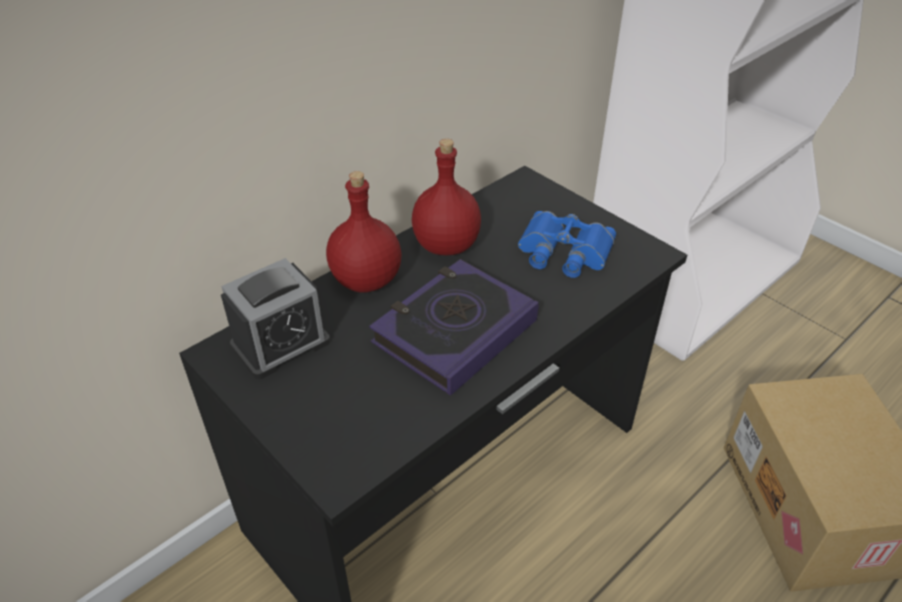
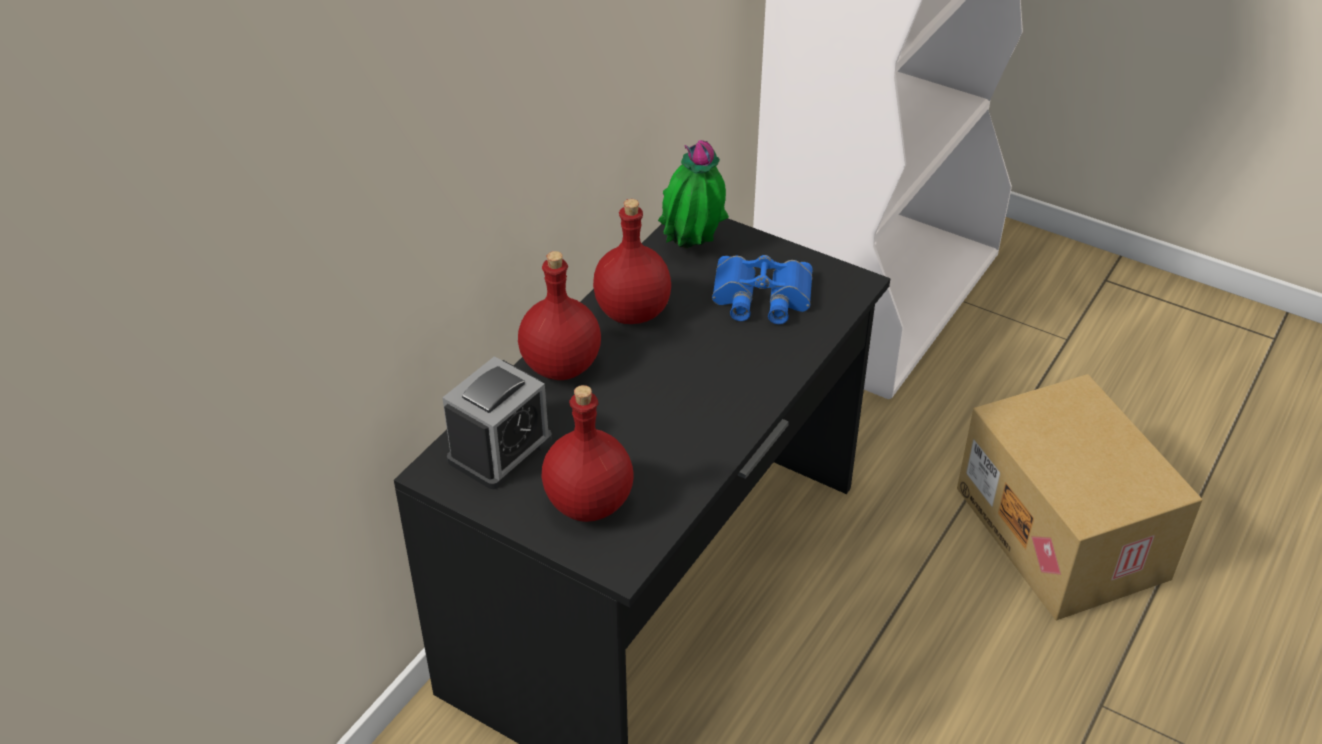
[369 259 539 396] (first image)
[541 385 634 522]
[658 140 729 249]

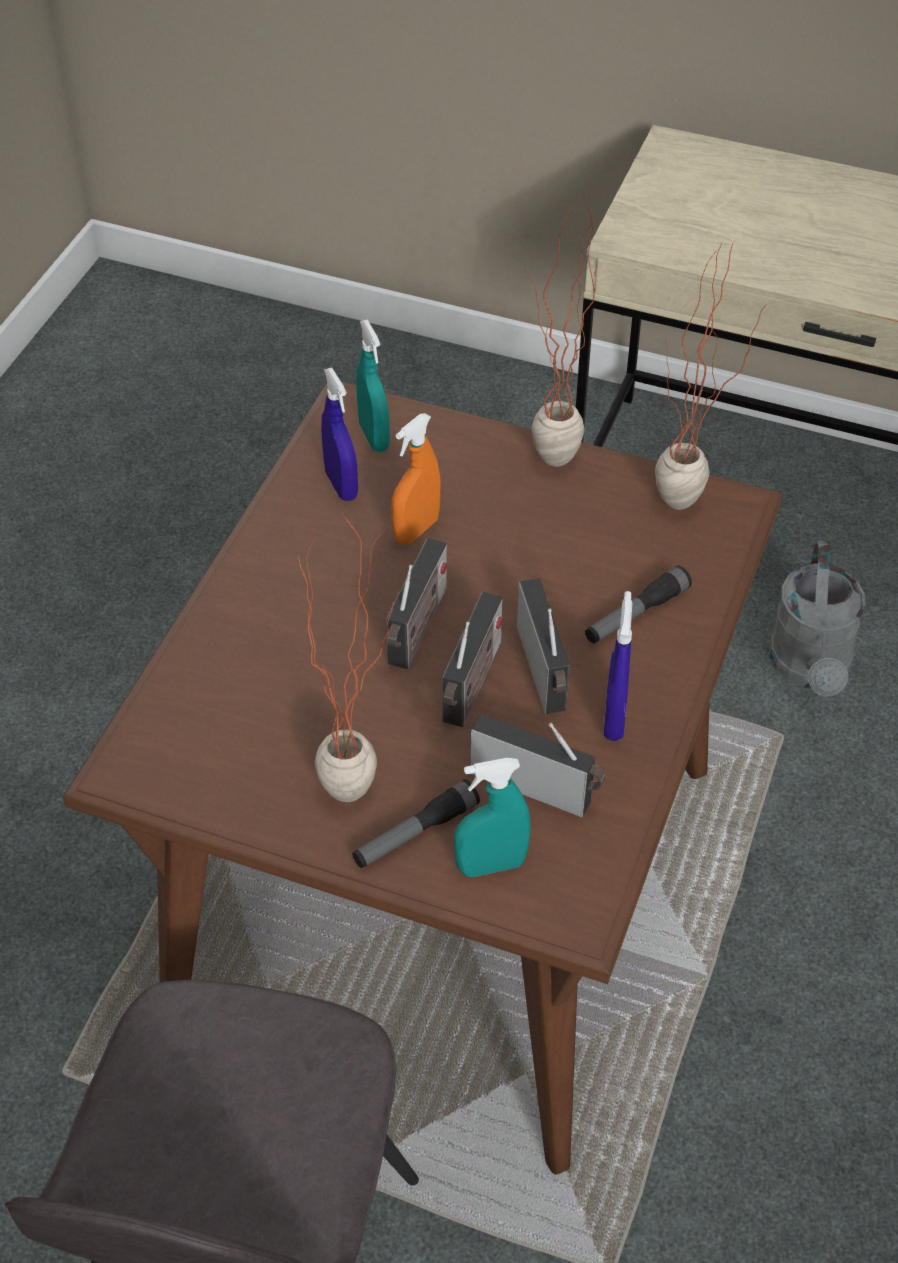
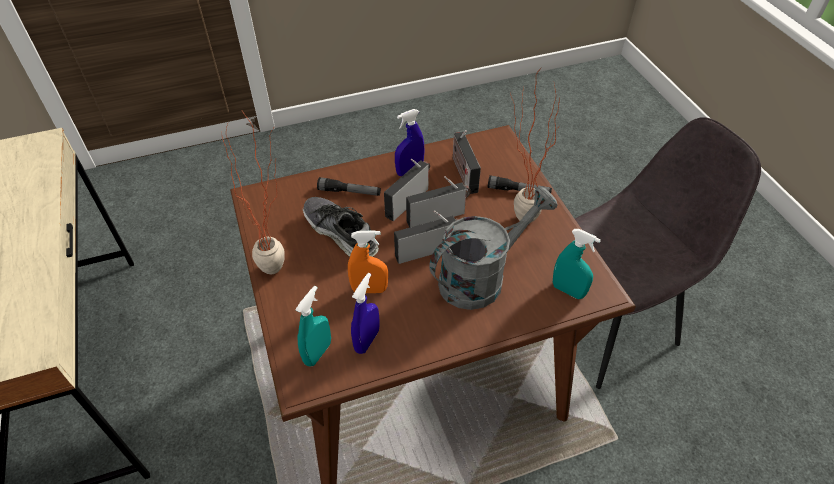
[553 229 601 299]
[655 241 766 510] (first image)
[429 187 557 310]
[303 197 379 257]

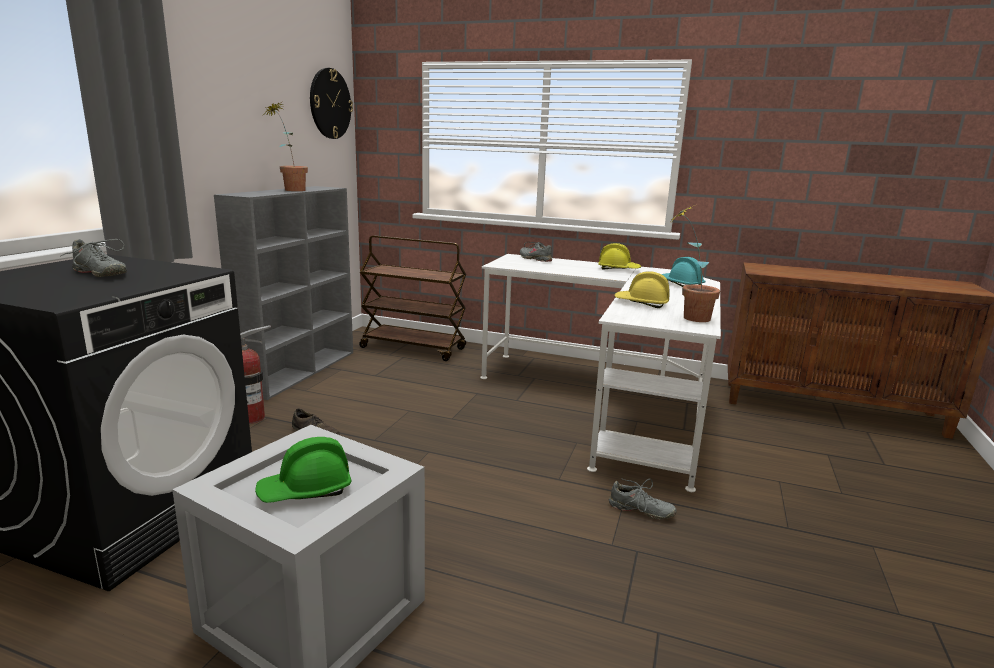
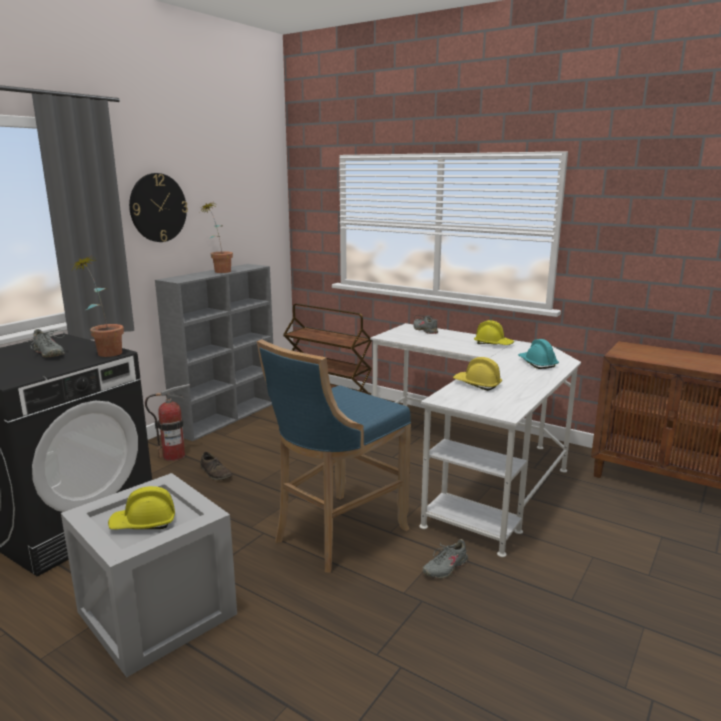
[108 486 175 529]
[129 173 188 242]
[422 539 469 578]
[70 256 124 357]
[257 339 411 573]

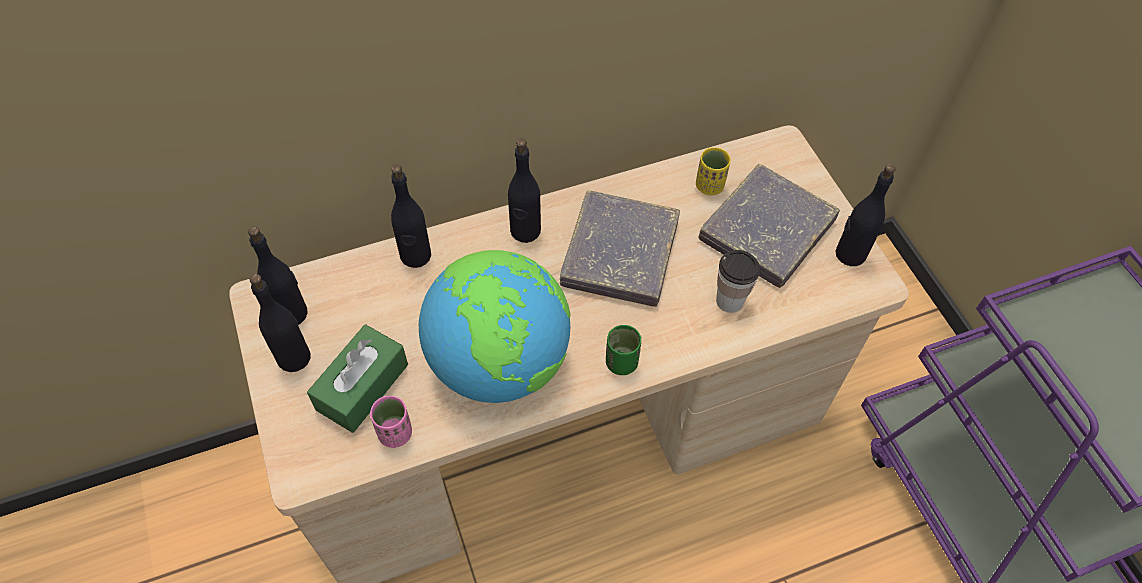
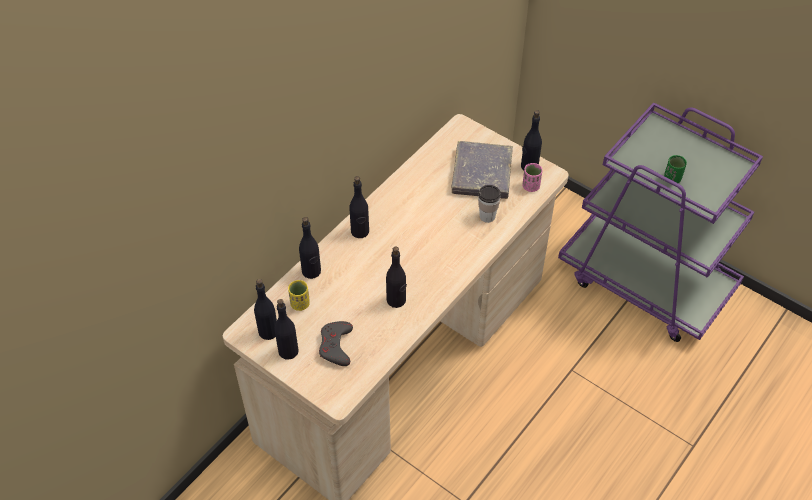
[319 321 353 366]
[523 163 542 192]
[386 246 407 308]
[560 190 680 307] (first image)
[664 155 687 183]
[288 280 310 311]

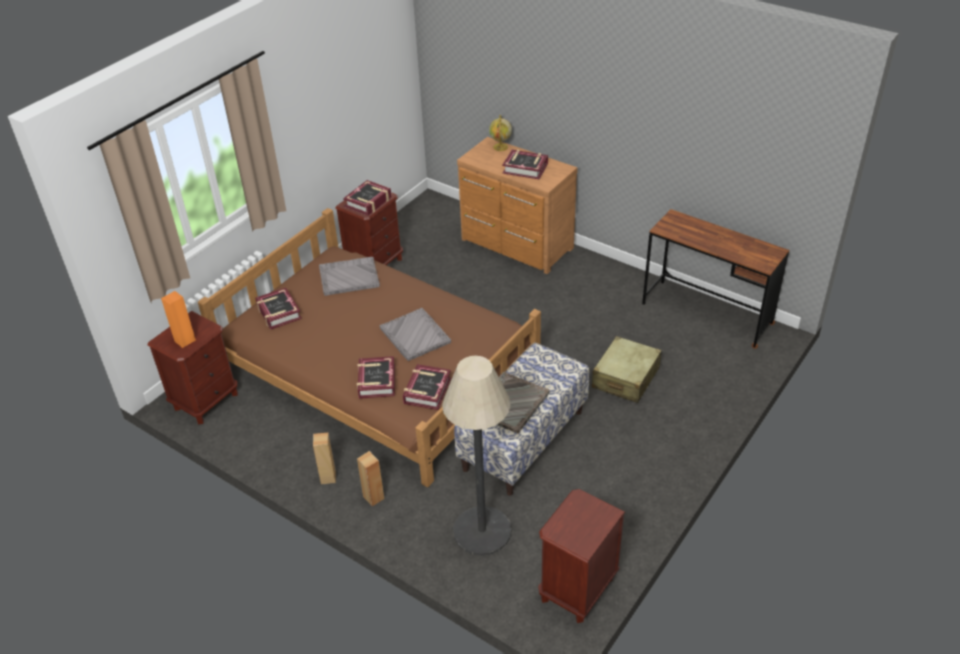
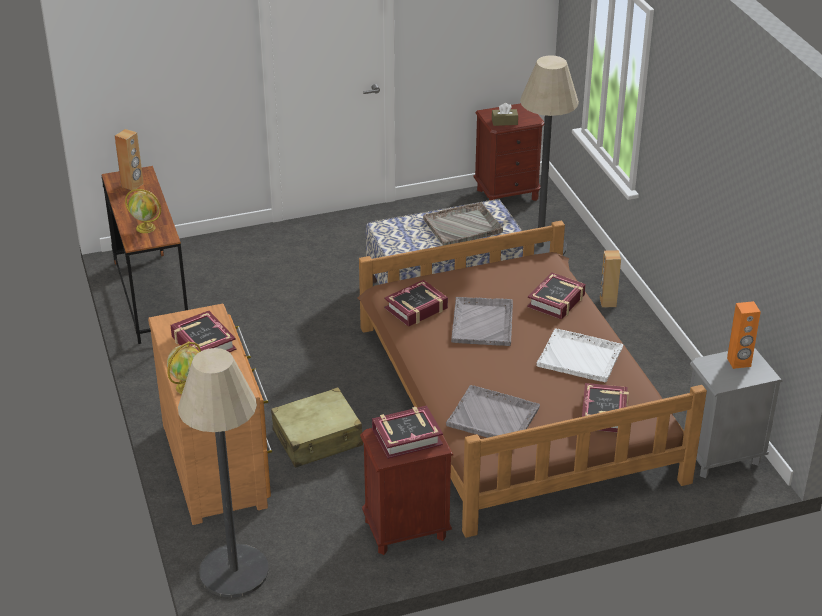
[684 348 783 478]
[115 129 144 190]
[384 280 448 327]
[271 387 363 468]
[125 189 161 233]
[178 348 269 598]
[492 103 518 126]
[536 328 623 382]

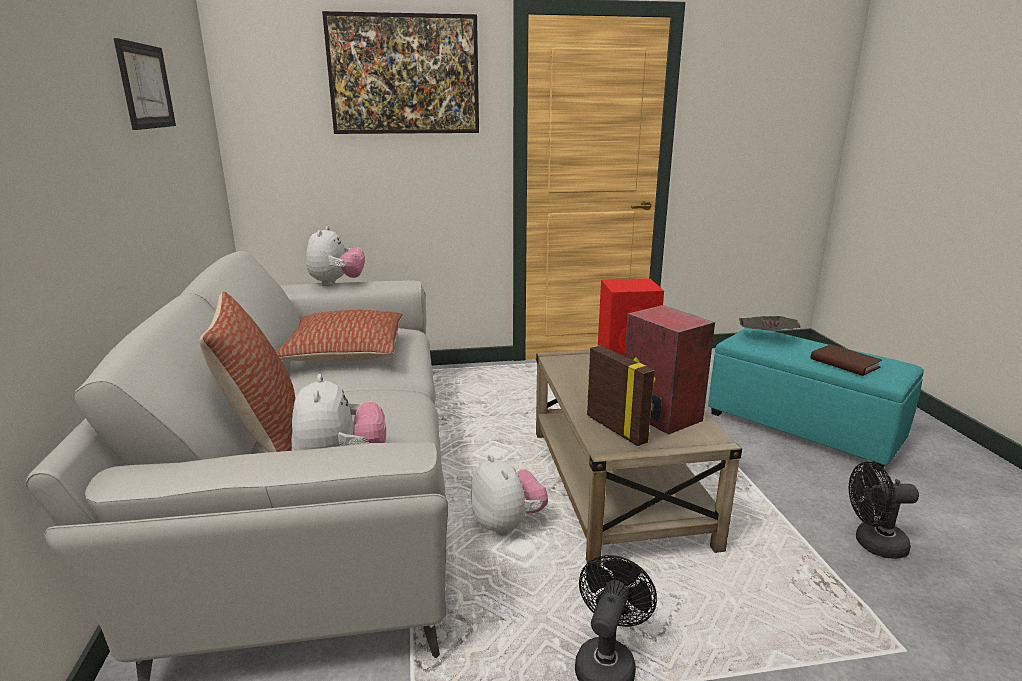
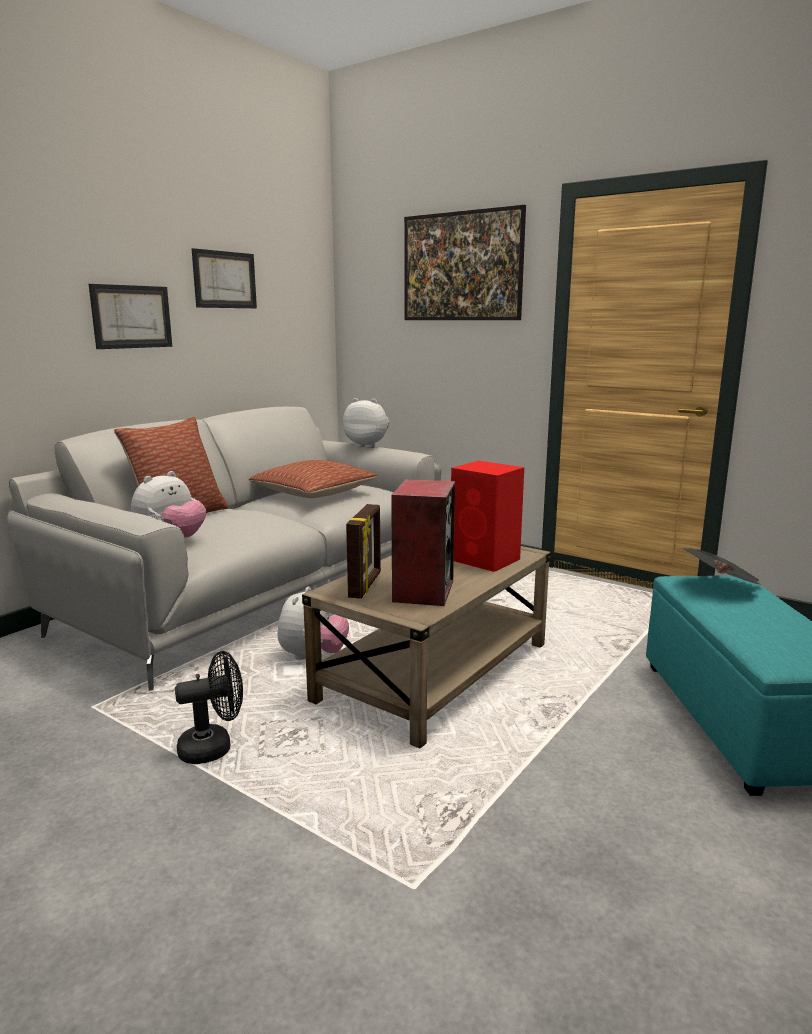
[343 398 390 448]
[811 344 882 376] (first image)
[849 462 919 559] (first image)
[89 284 172 349]

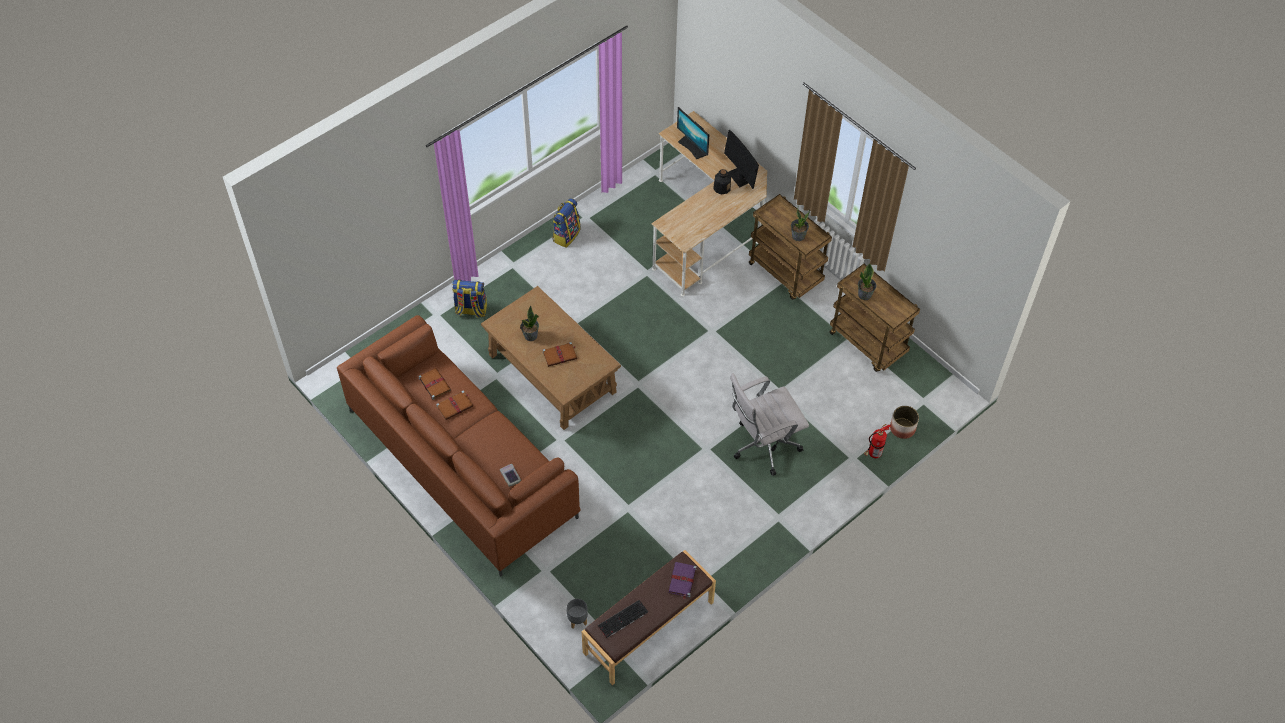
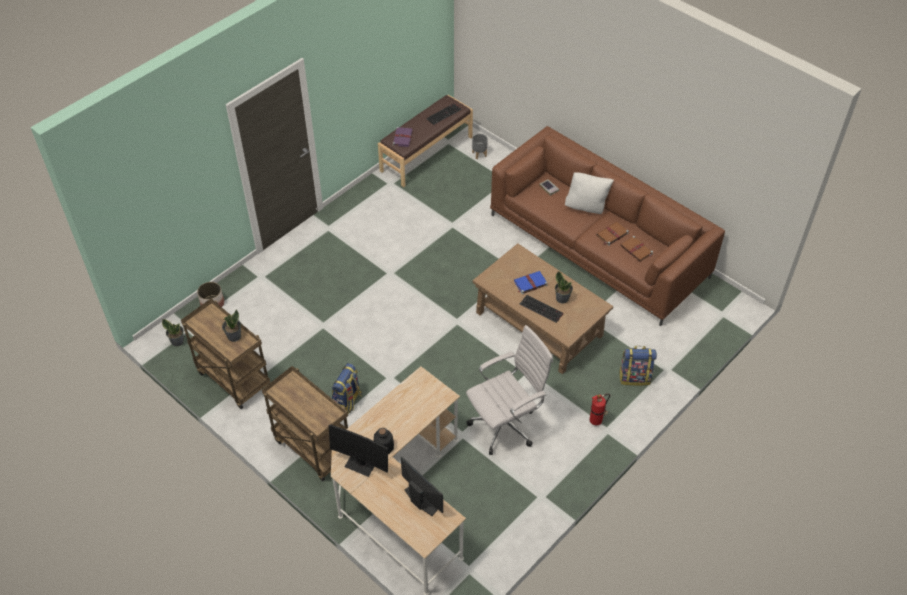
[514 271 548 294]
[332 363 362 414]
[329 424 388 477]
[466 325 553 455]
[162 319 184 347]
[589 394 610 426]
[520 295 564 323]
[565 172 614 214]

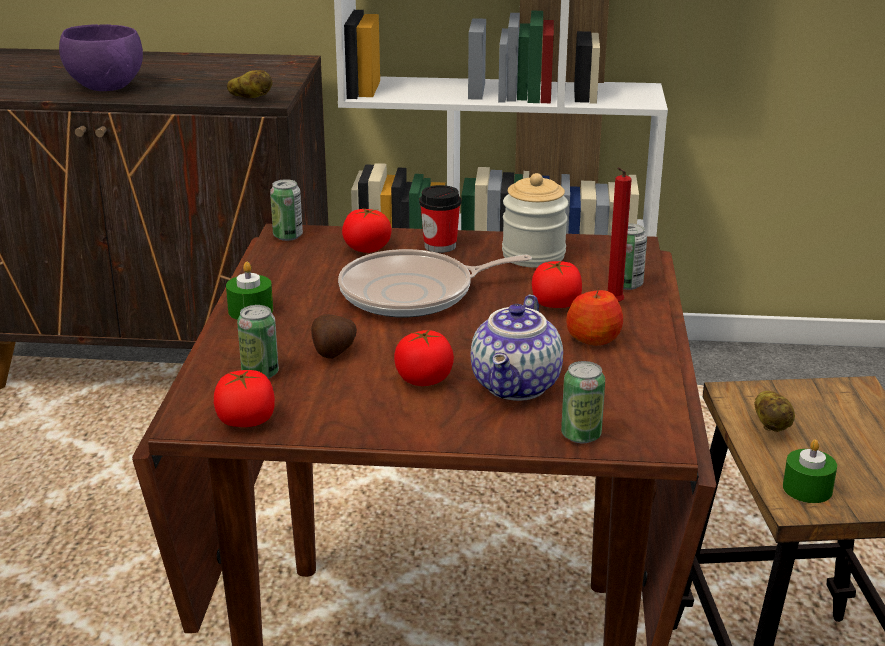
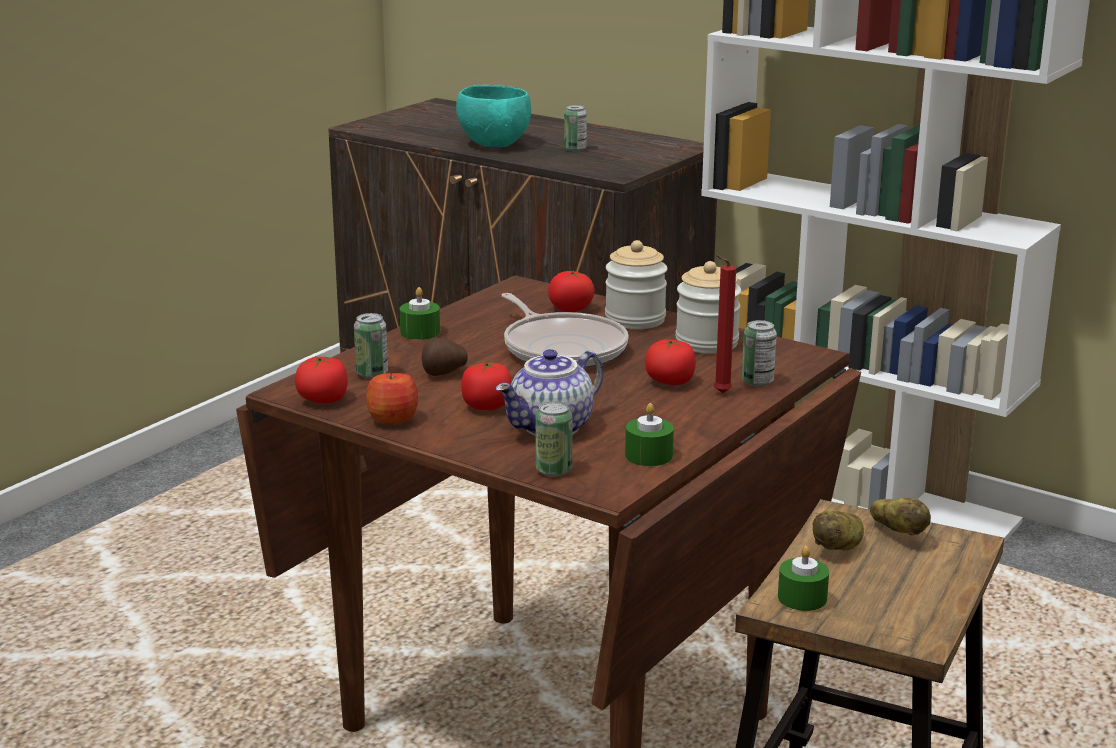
[456 85 531 147]
[870 498 931 535]
[564 105 587 152]
[502 293 629 368]
[605 240 667 329]
[366 369 418 425]
[625 403 674 466]

